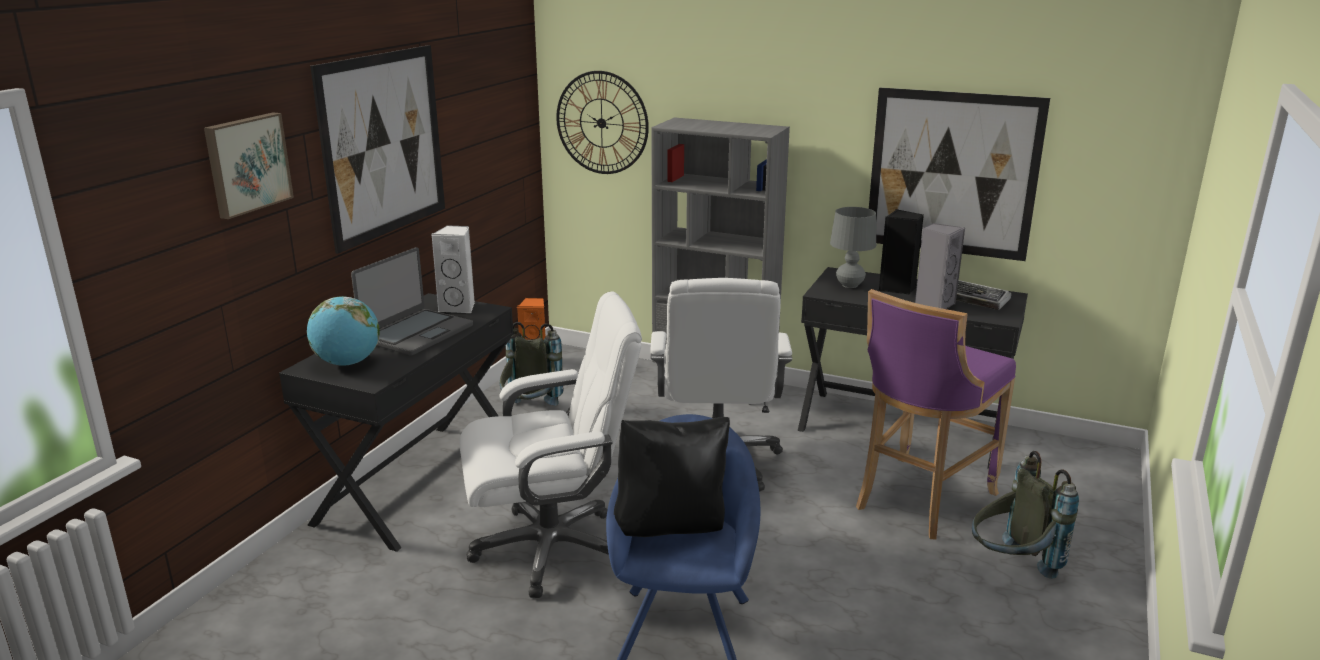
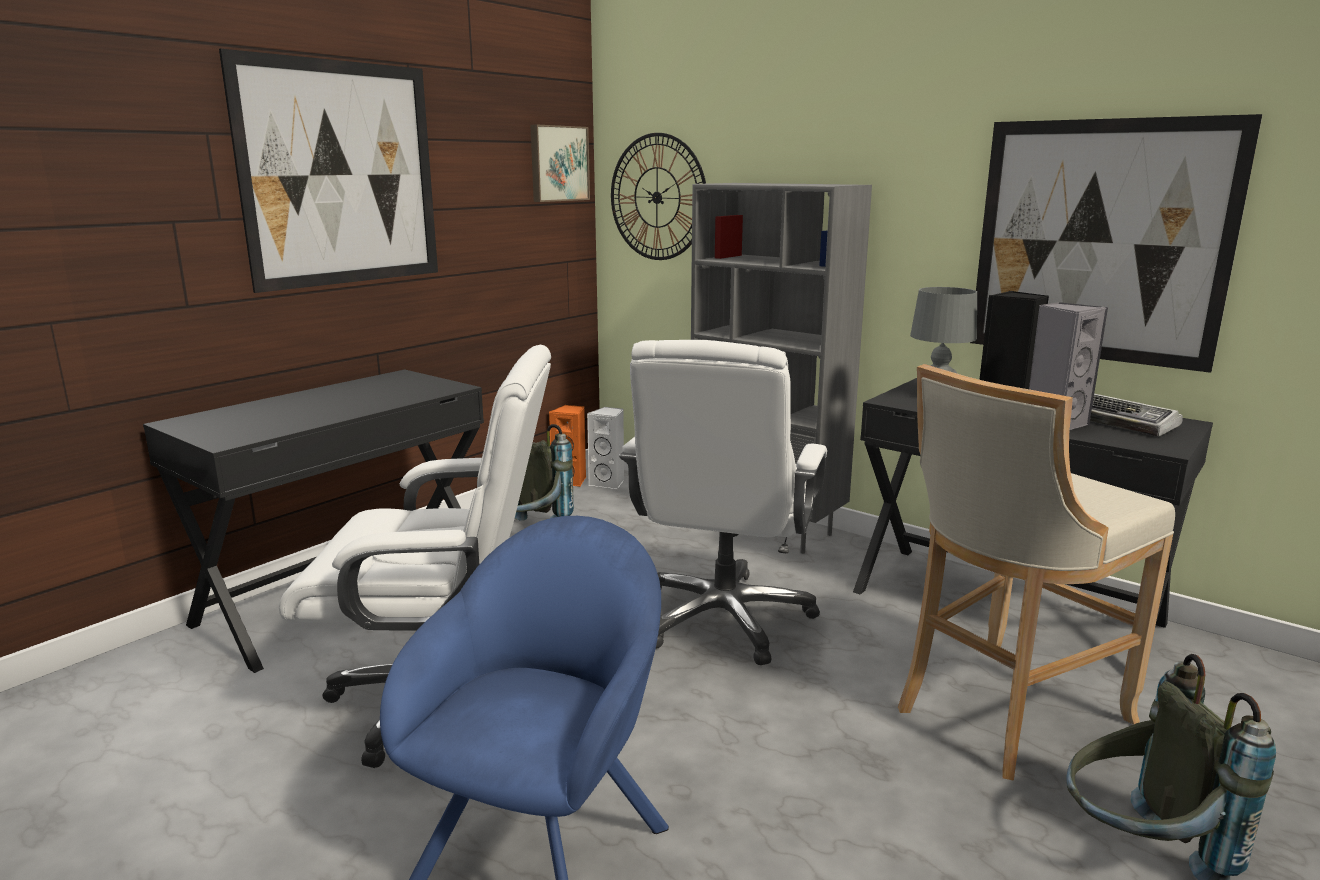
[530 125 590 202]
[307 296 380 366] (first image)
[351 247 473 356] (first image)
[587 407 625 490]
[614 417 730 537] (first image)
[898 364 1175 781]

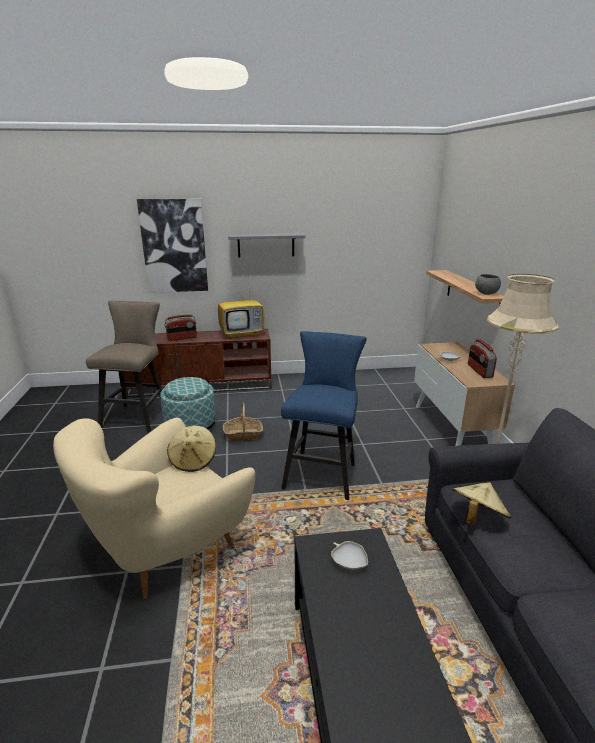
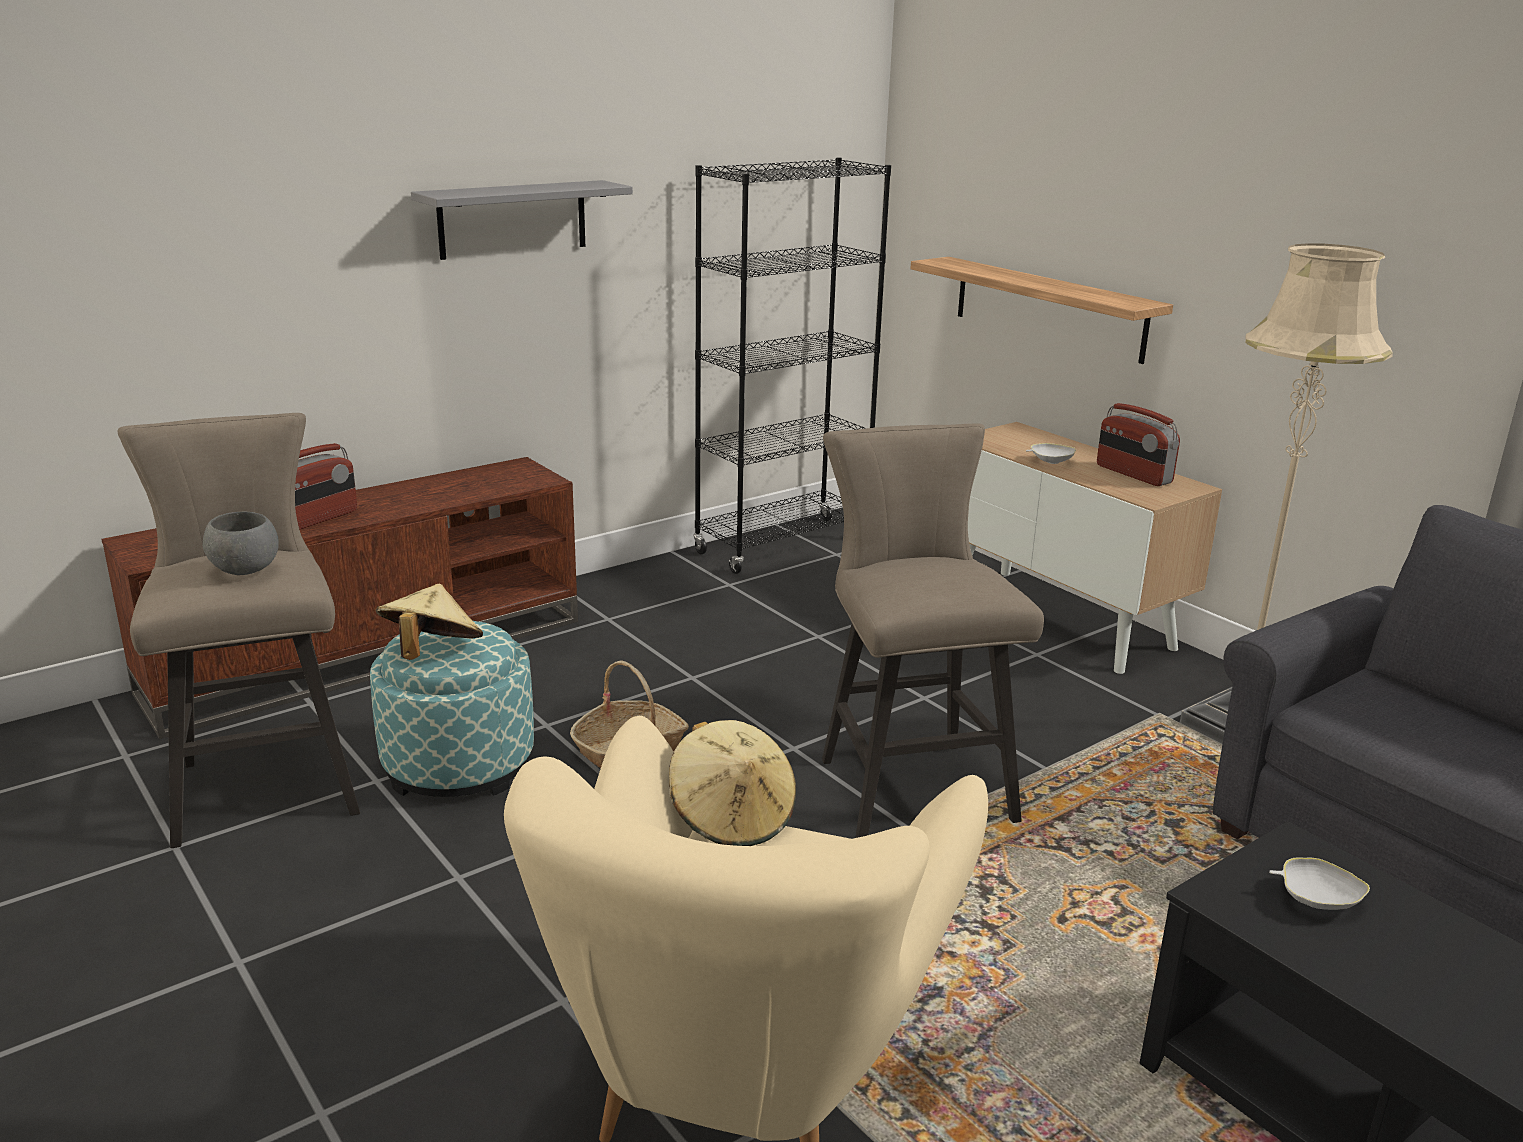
[137 199 208 293] (first image)
[218 285 264 339] (first image)
[822 423 1044 838]
[376 584 483 660]
[203 512 279 575]
[693 158 891 574]

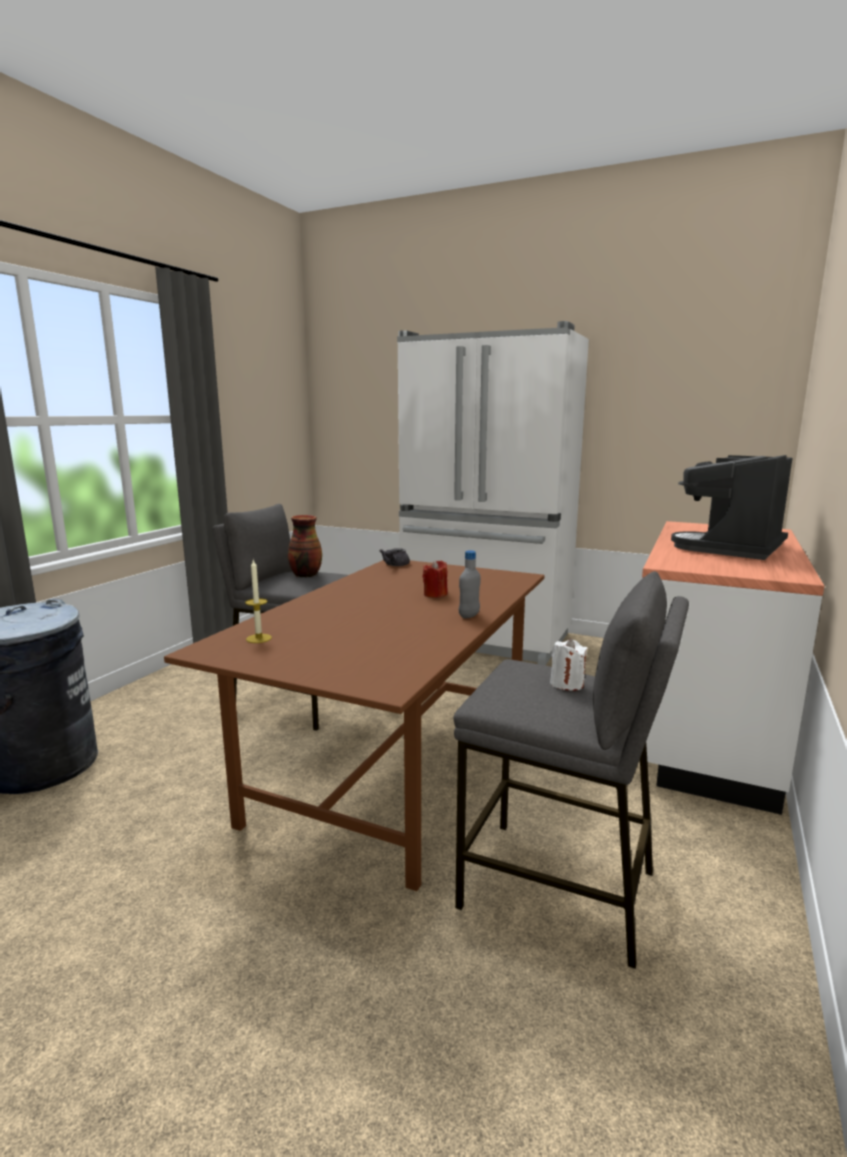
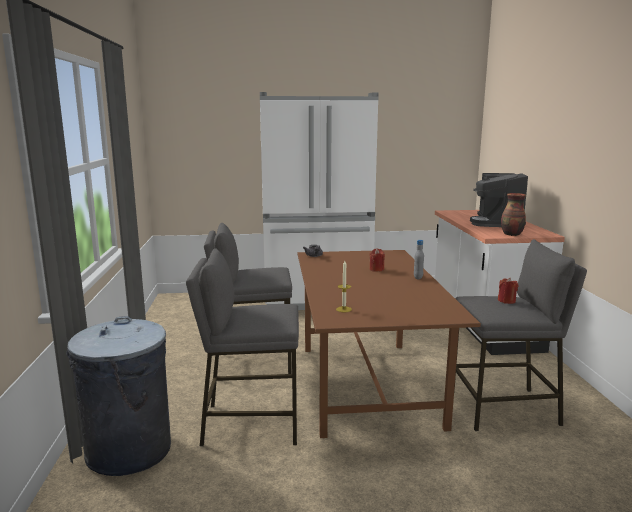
[501 193 526 236]
[498 278 518 304]
[186 248 299 446]

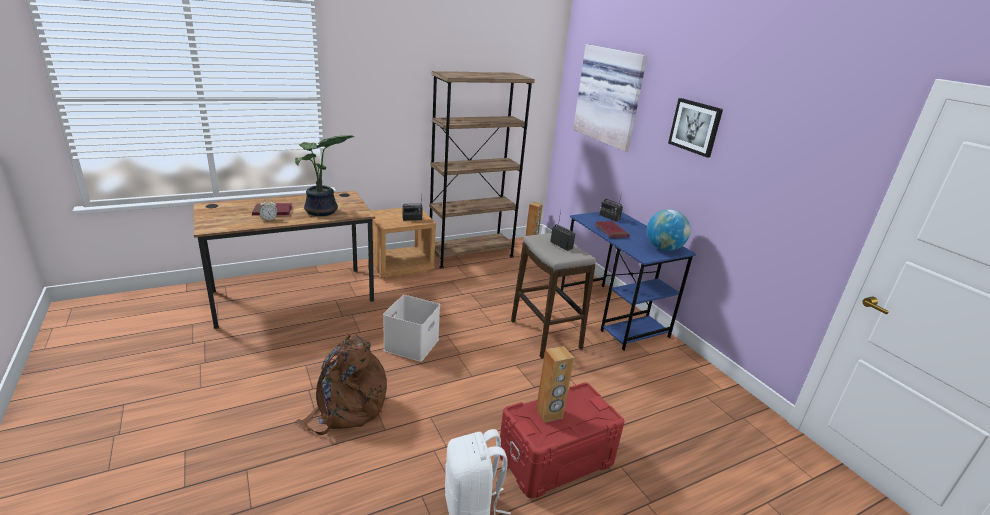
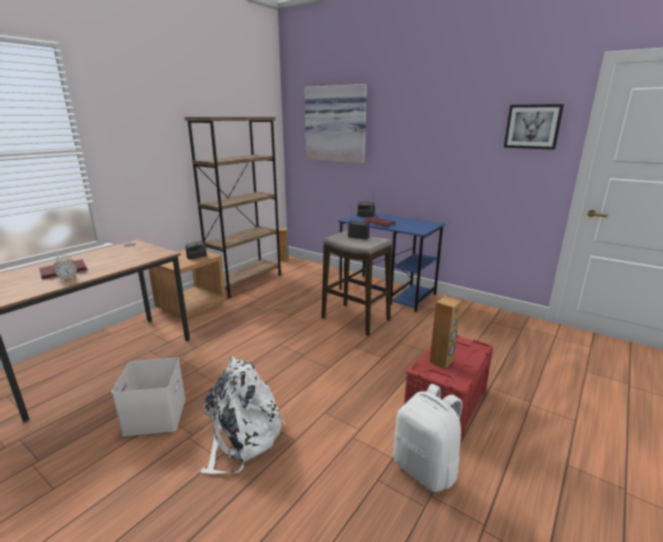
[295 135 355 216] (first image)
[200 356 286 474]
[112 358 186 436]
[647 209 691 251] (first image)
[504 104 564 150]

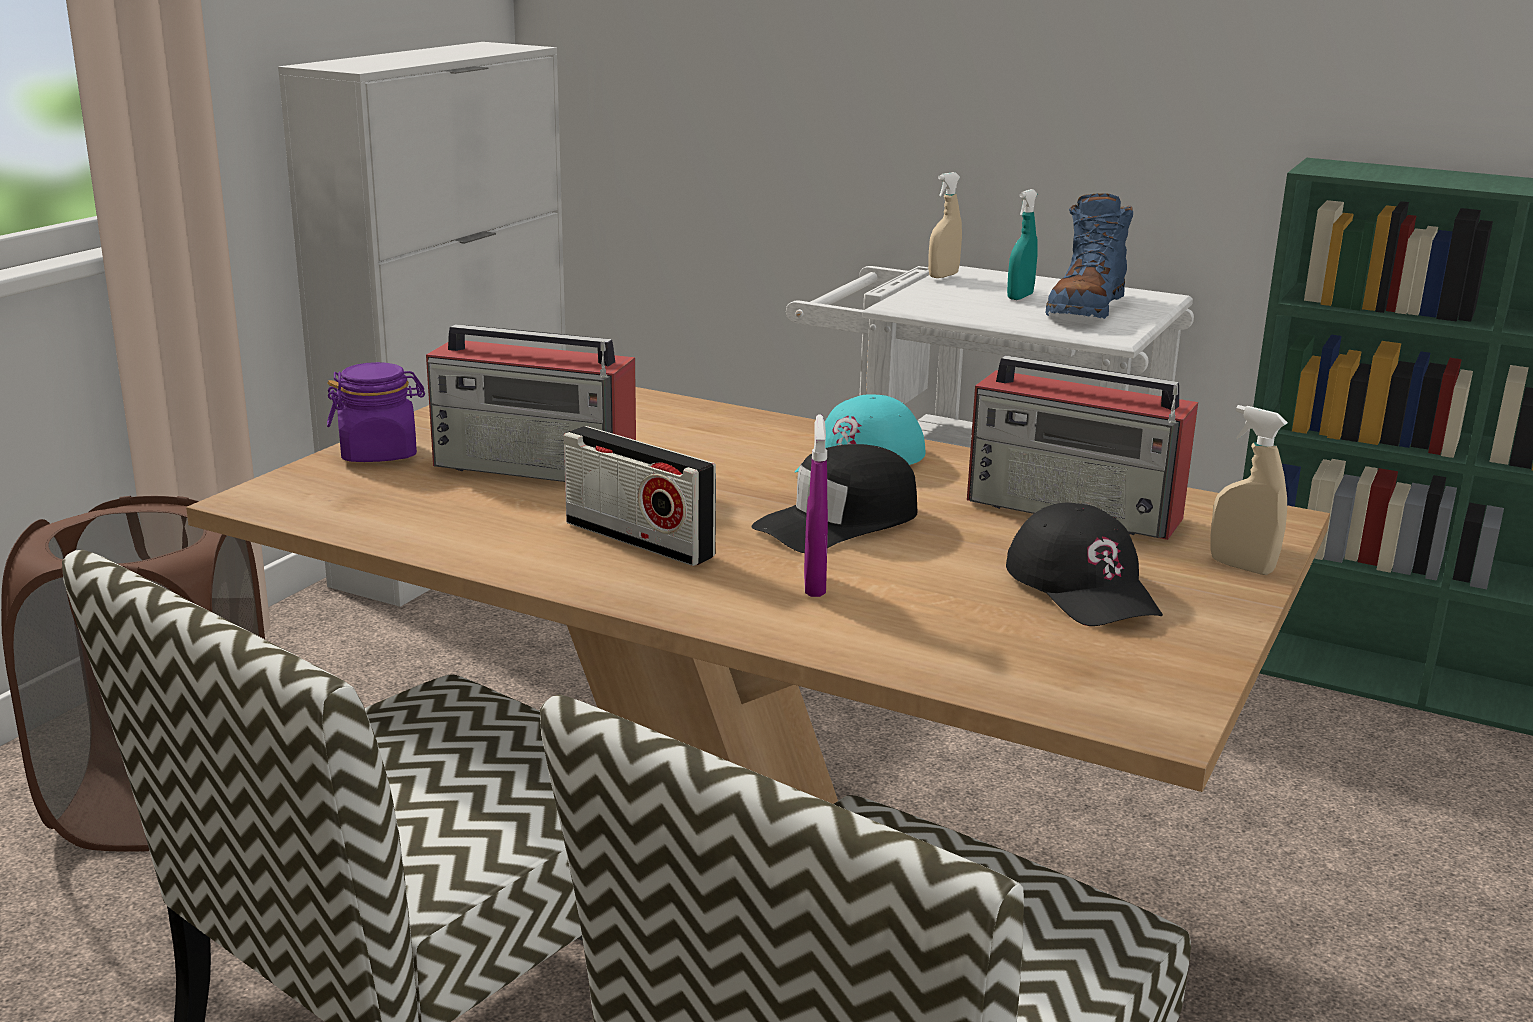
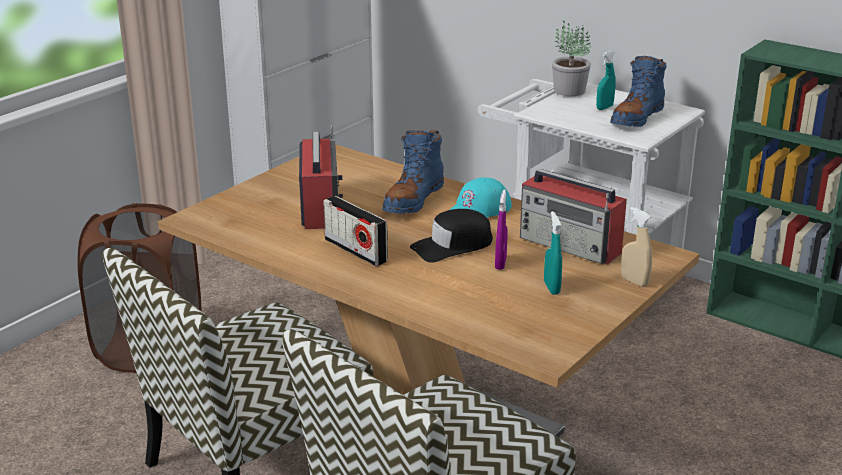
[327 362 425 462] (first image)
[299 126 343 229]
[495 190 508 270]
[552 21 591 96]
[544 211 562 295]
[382 130 444 214]

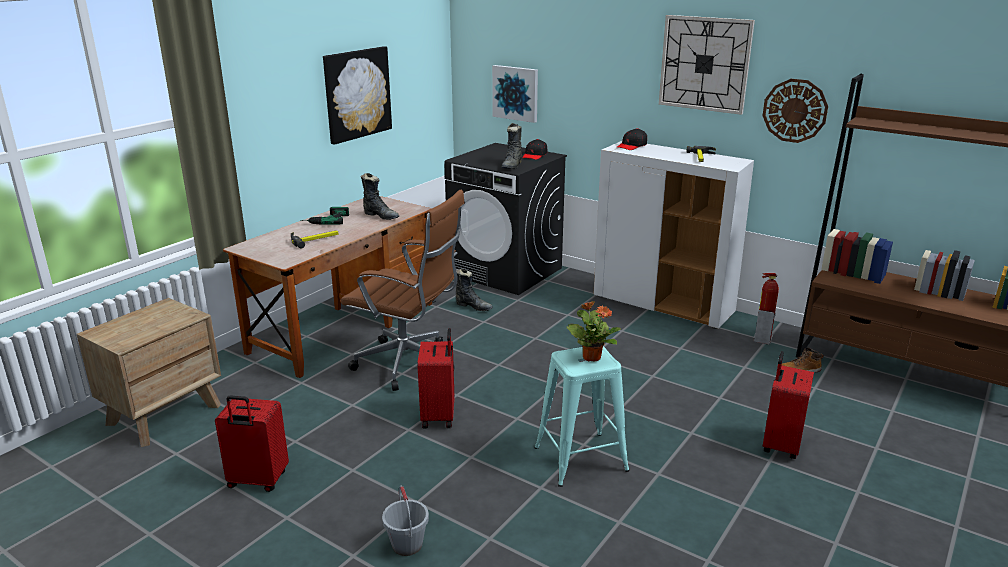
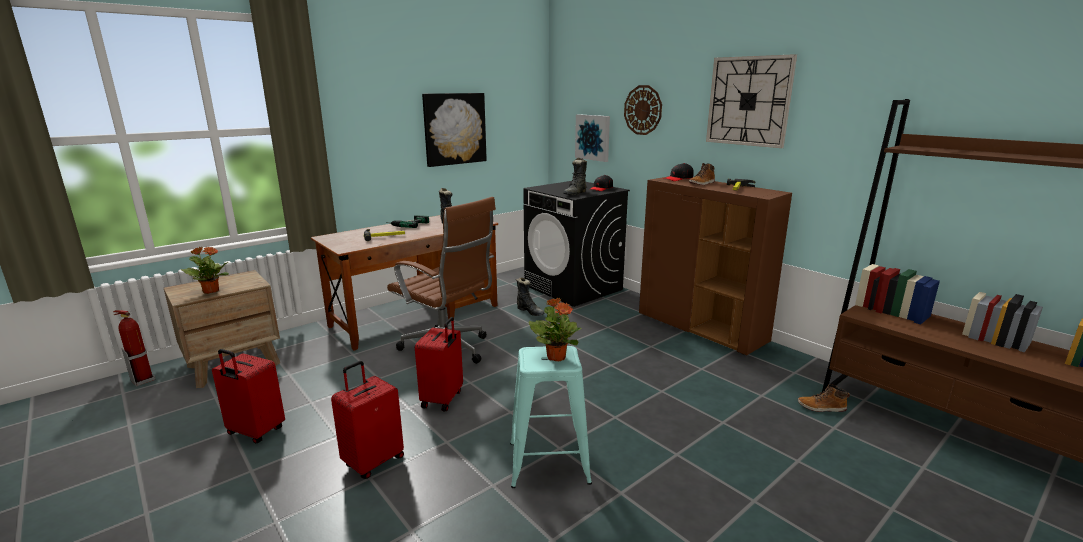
[382 486 429 556] (first image)
[639 176 792 356]
[113 310 156 386]
[624 85 662 135]
[331 361 404 479]
[181 246 229 294]
[689 163 715 185]

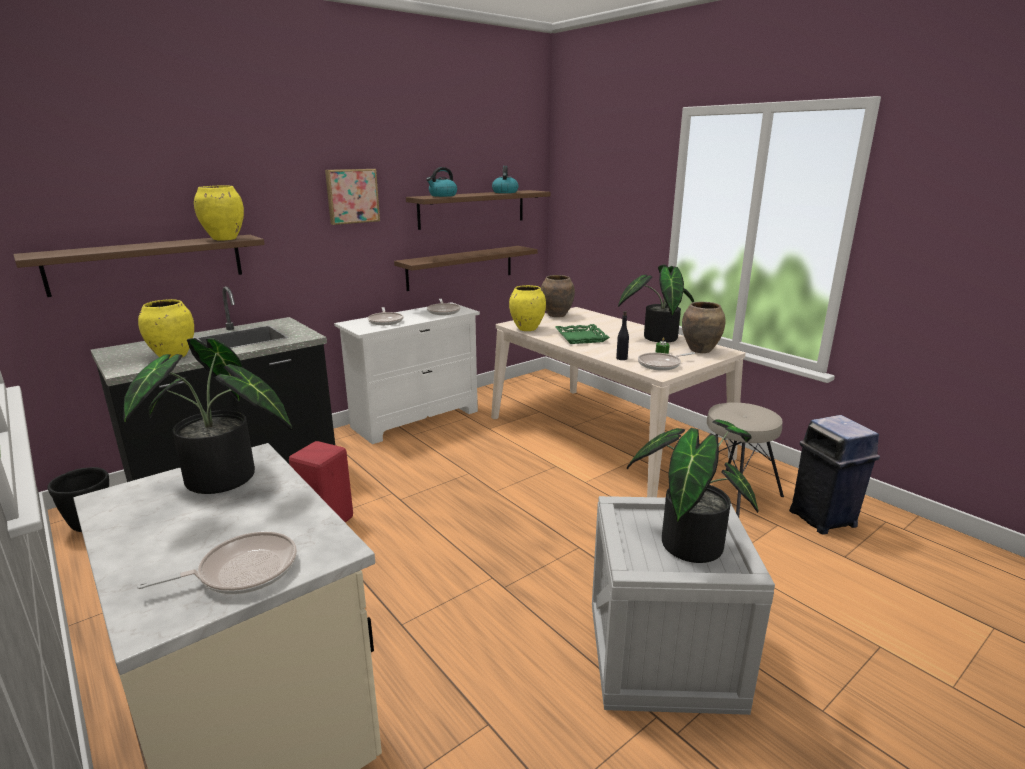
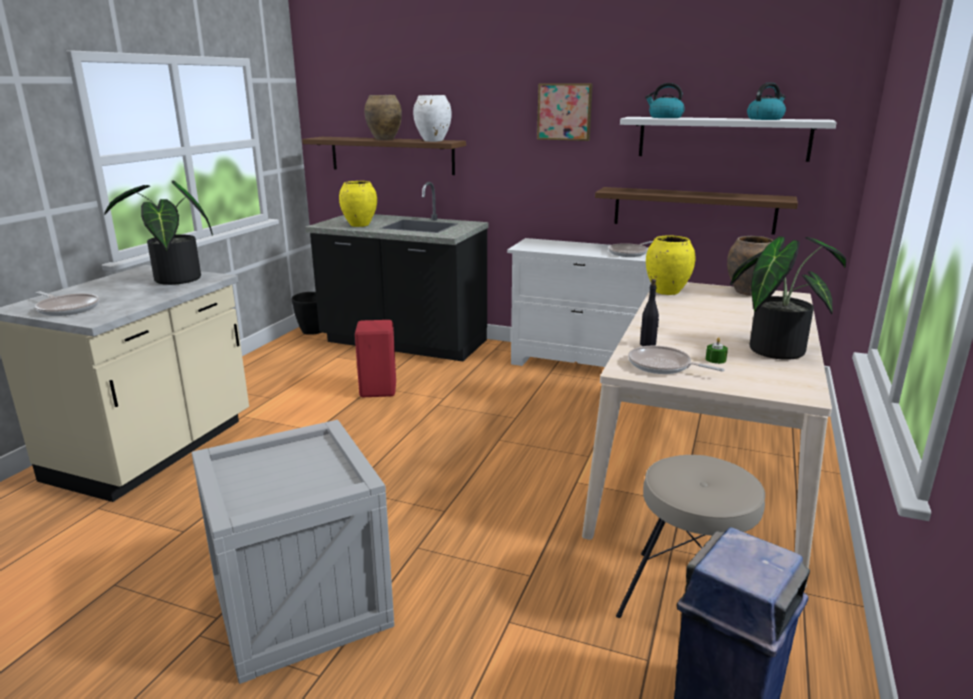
[413 95 452 142]
[367 307 403 325] (first image)
[620 117 837 162]
[555 324 610 344] (first image)
[627 419 758 563] (first image)
[364 95 402 140]

